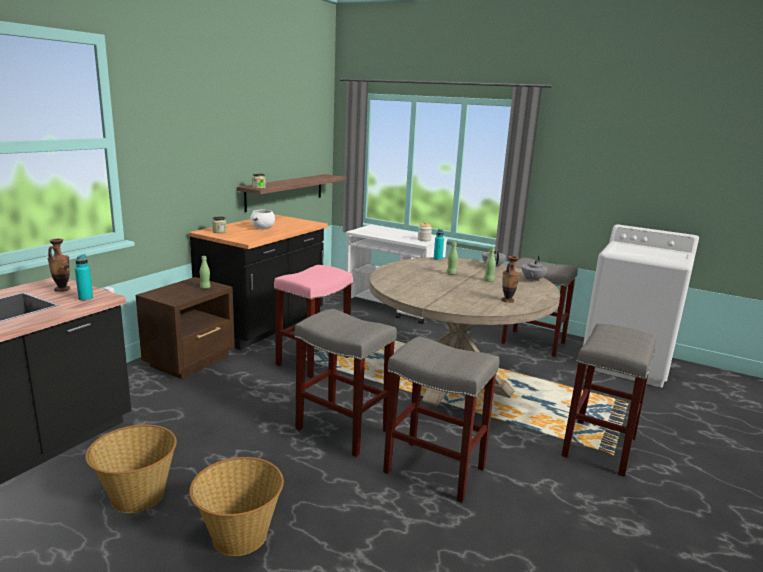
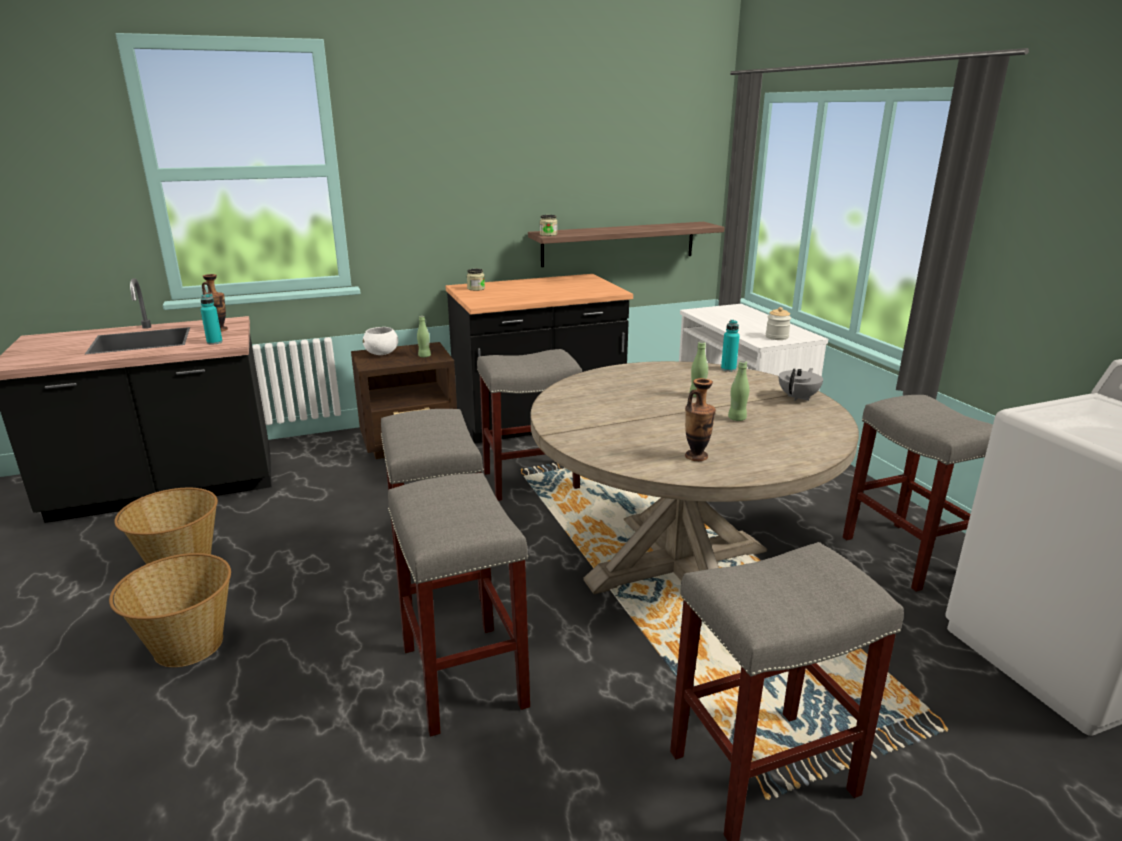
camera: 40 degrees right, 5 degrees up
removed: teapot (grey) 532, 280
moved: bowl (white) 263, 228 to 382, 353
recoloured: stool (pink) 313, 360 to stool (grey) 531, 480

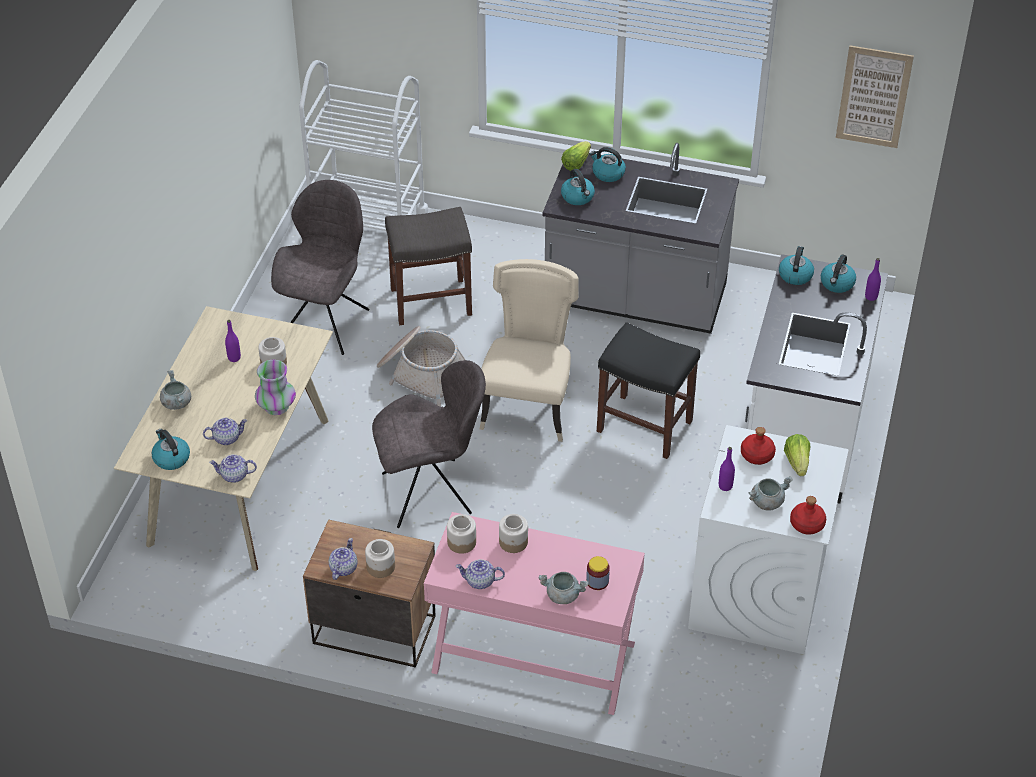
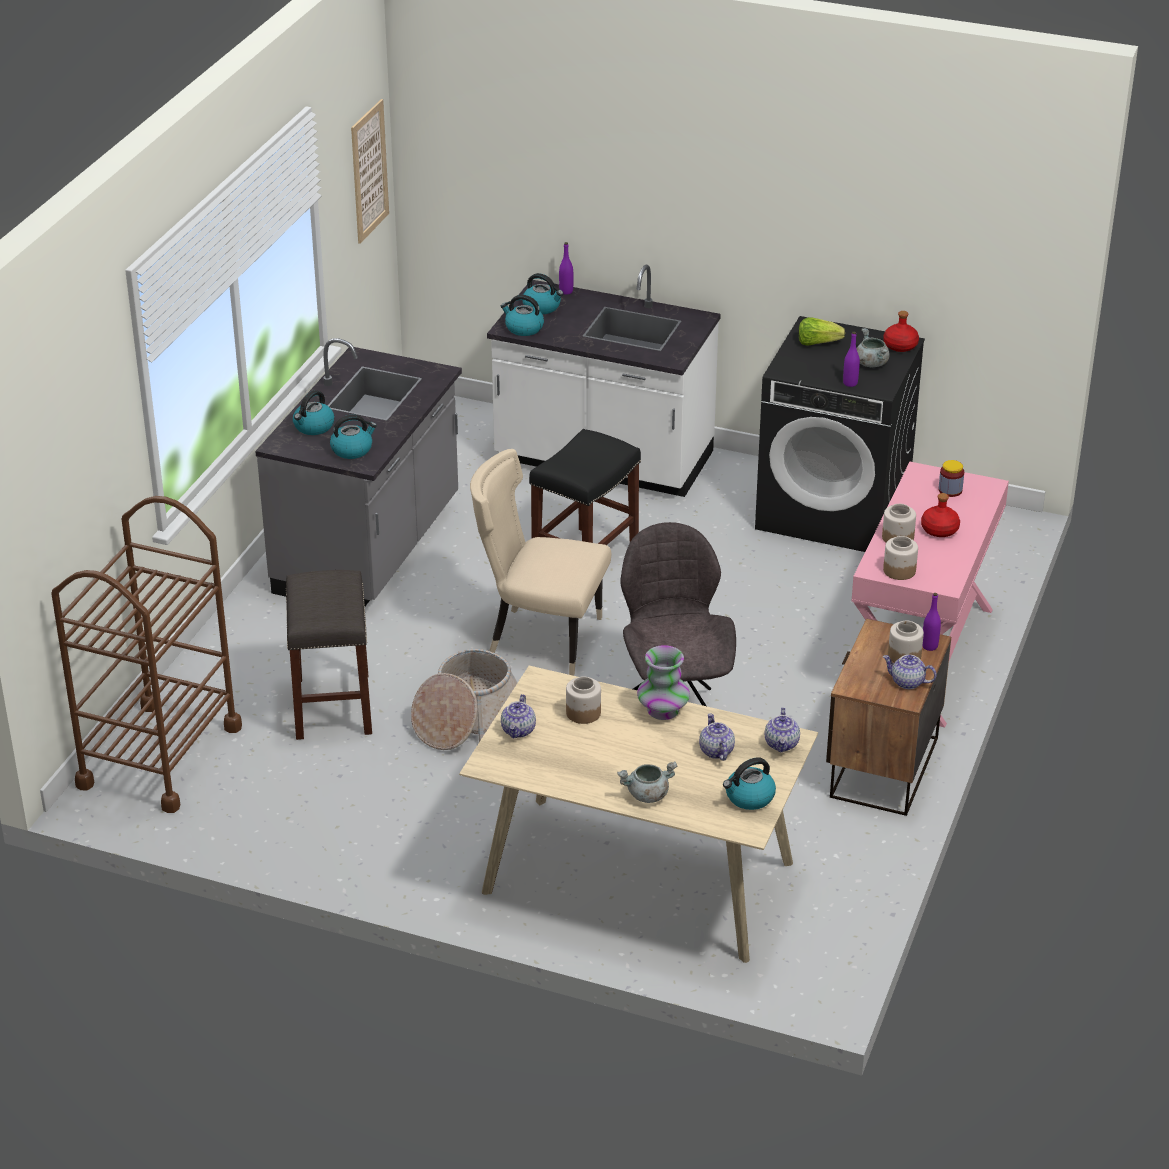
camera: 85 degrees left, 10 degrees down
removed: chair (grey) 326, 322; cooking pot (grey) 563, 595; lettuce 576, 163
moved: bottle (purple) 234, 358 to 929, 646; teapot 480, 581 to 519, 730; bottle (red) 756, 455 to 939, 530
recoloured: cart (white) 369, 226 to cart (brown) 159, 756; washing machine (white) 757, 595 to washing machine (black) 834, 510

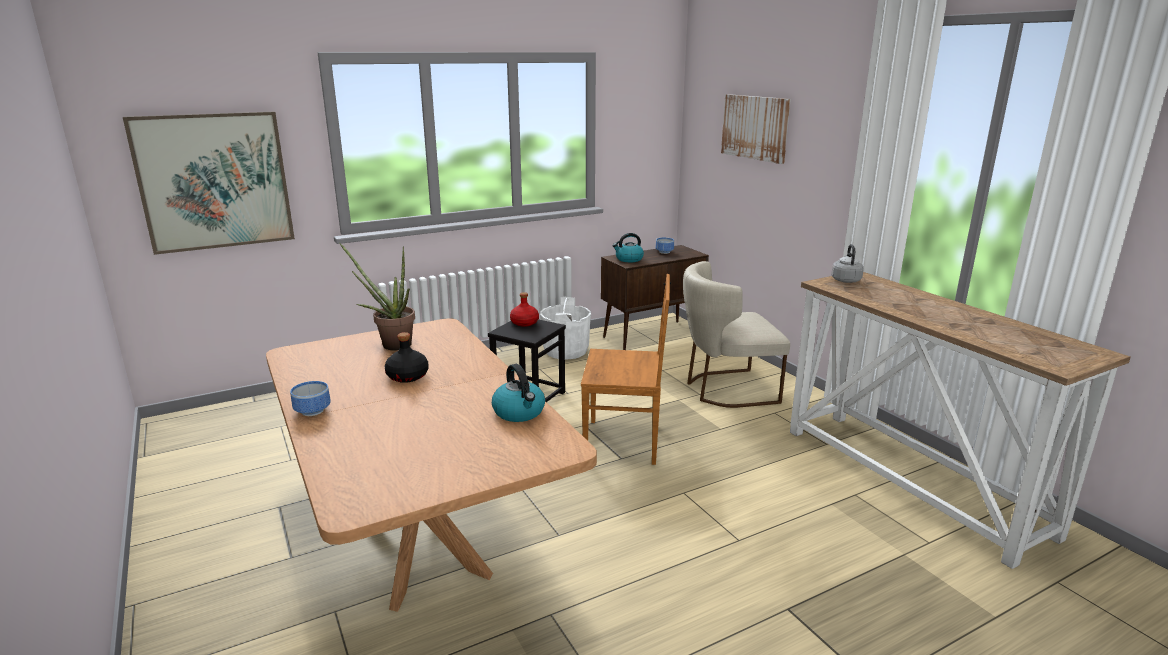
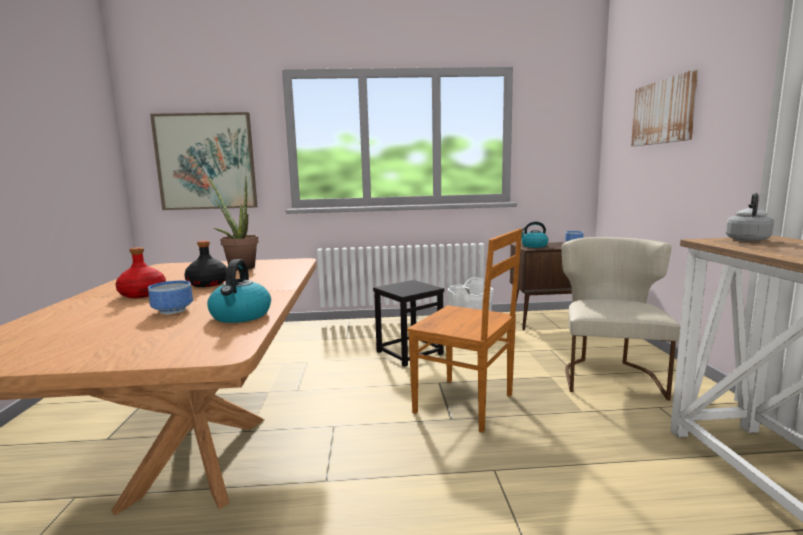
camera: 25 degrees right, 10 degrees down
moved: bowl 314, 410 to 174, 311; bottle (red) 524, 323 to 142, 294
turned: chair (beige) 725, 389 = 609, 375 90 degrees clockwise

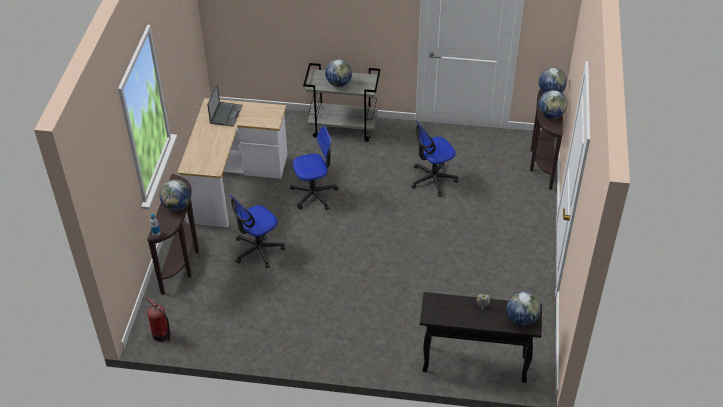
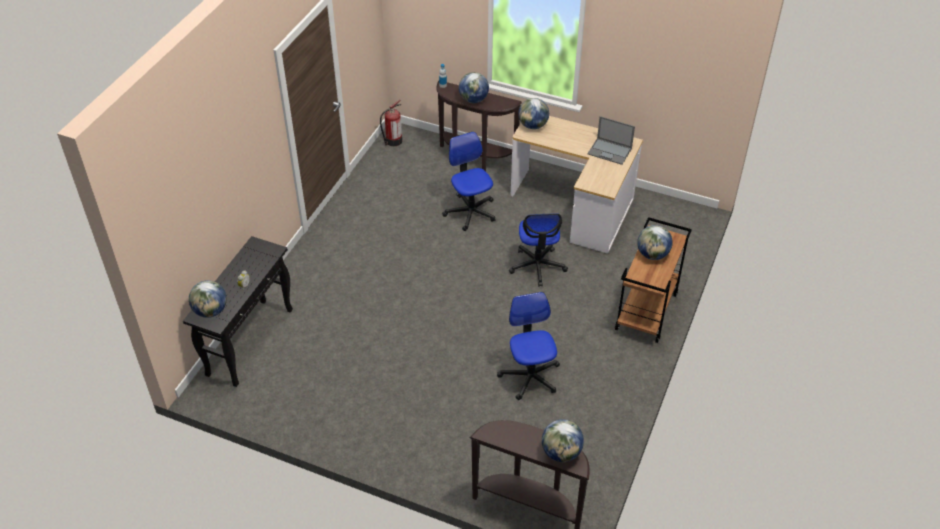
camera: 105 degrees right, 0 degrees up
moved: globe 551, 115 to 533, 126
recoloured: cart (grey) 344, 128 to cart (brown) 646, 312

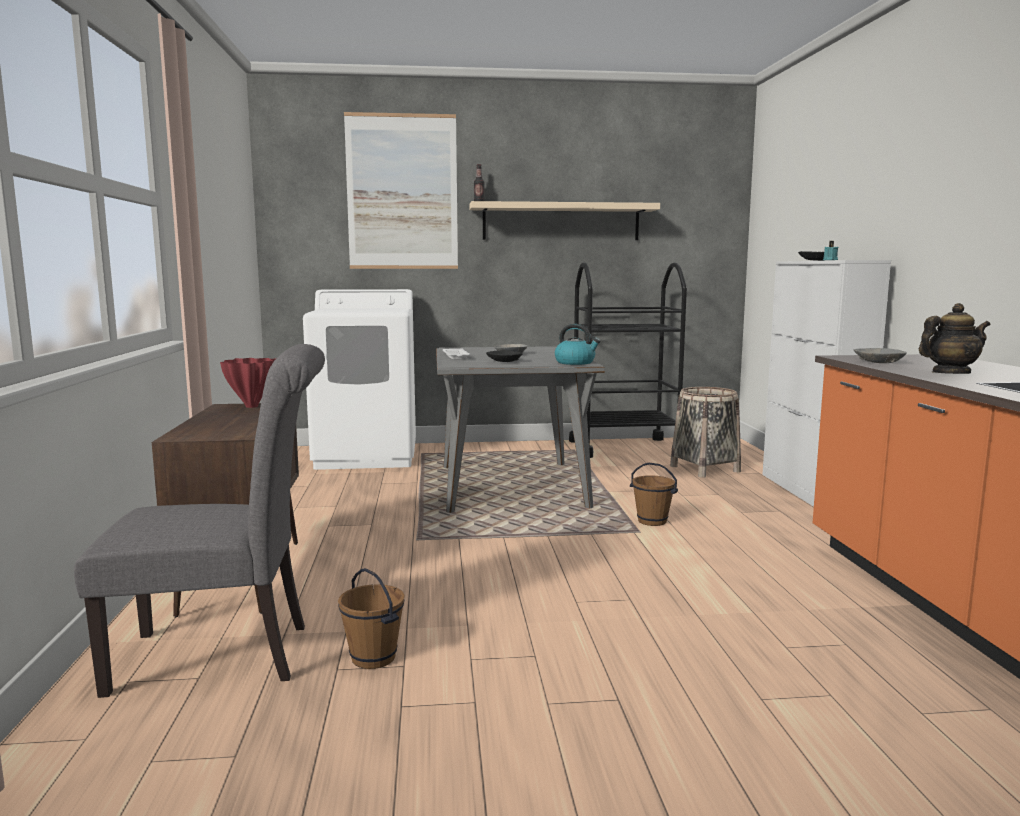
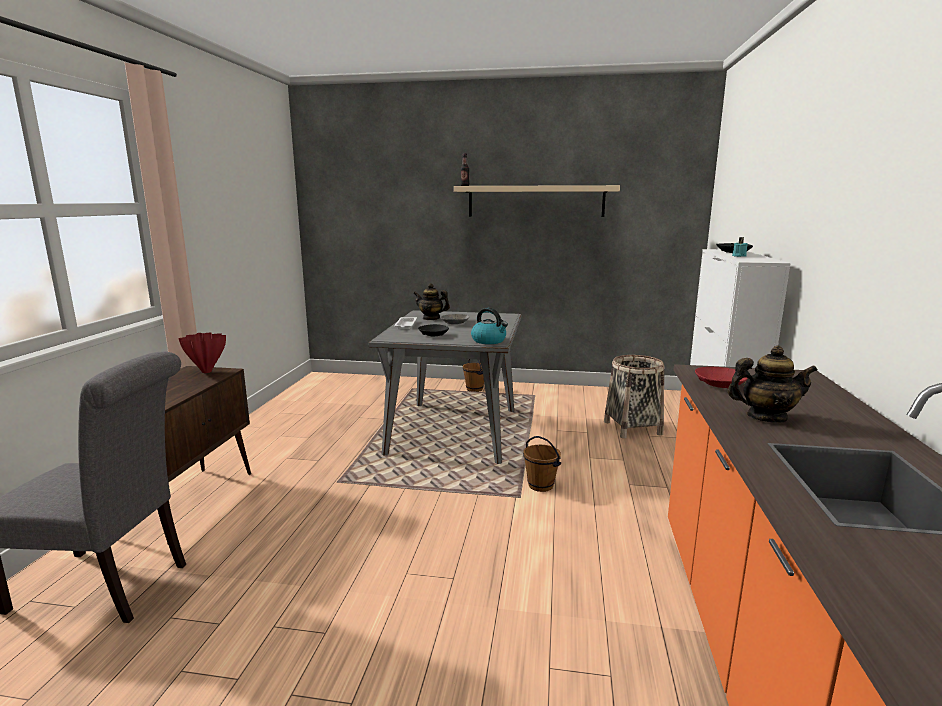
camera: 15 degrees right, 5 degrees up
removed: washing machine (white) 367, 456; picture 402, 192; cart (black) 624, 448
added: teapot 431, 318
moved: bucket (brown) 372, 658 to 474, 389
recoloured: bowl (grey) 878, 362 to bowl (red) 719, 385

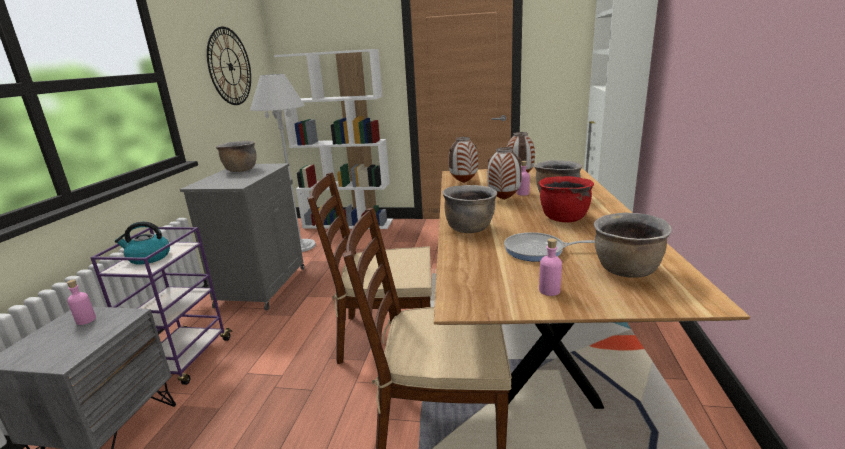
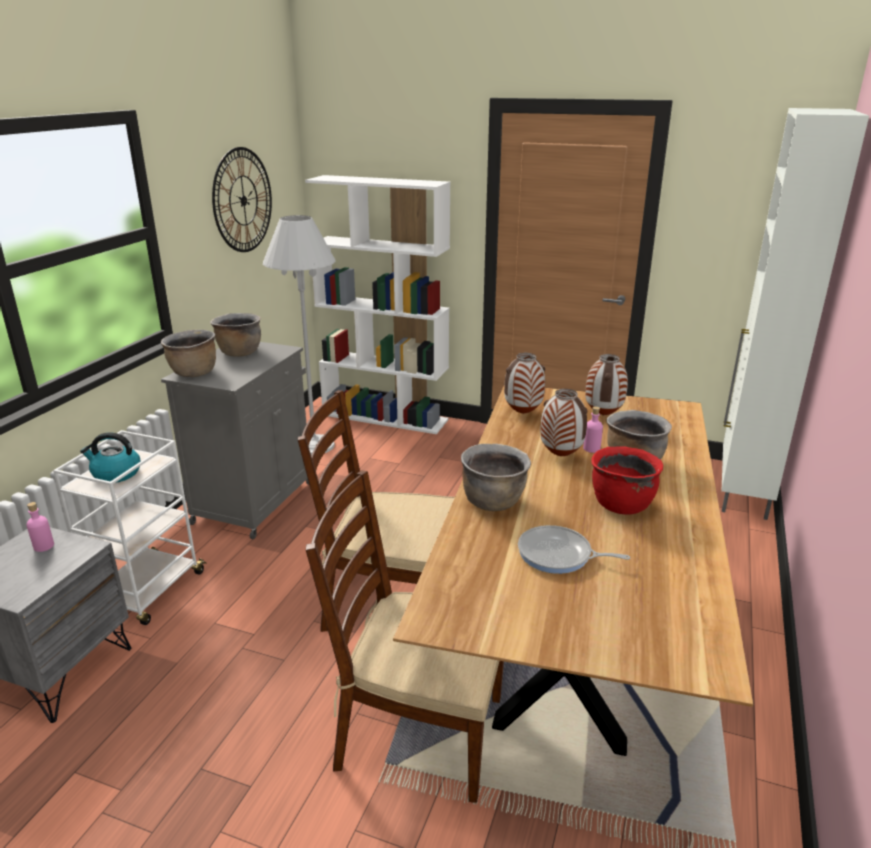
camera: 10 degrees right, 5 degrees up
removed: bottle (pink) 549, 290
moved: cooking pot (brown) 626, 271 to 193, 373
recoloured: cart (purple) 184, 360 to cart (white) 147, 592

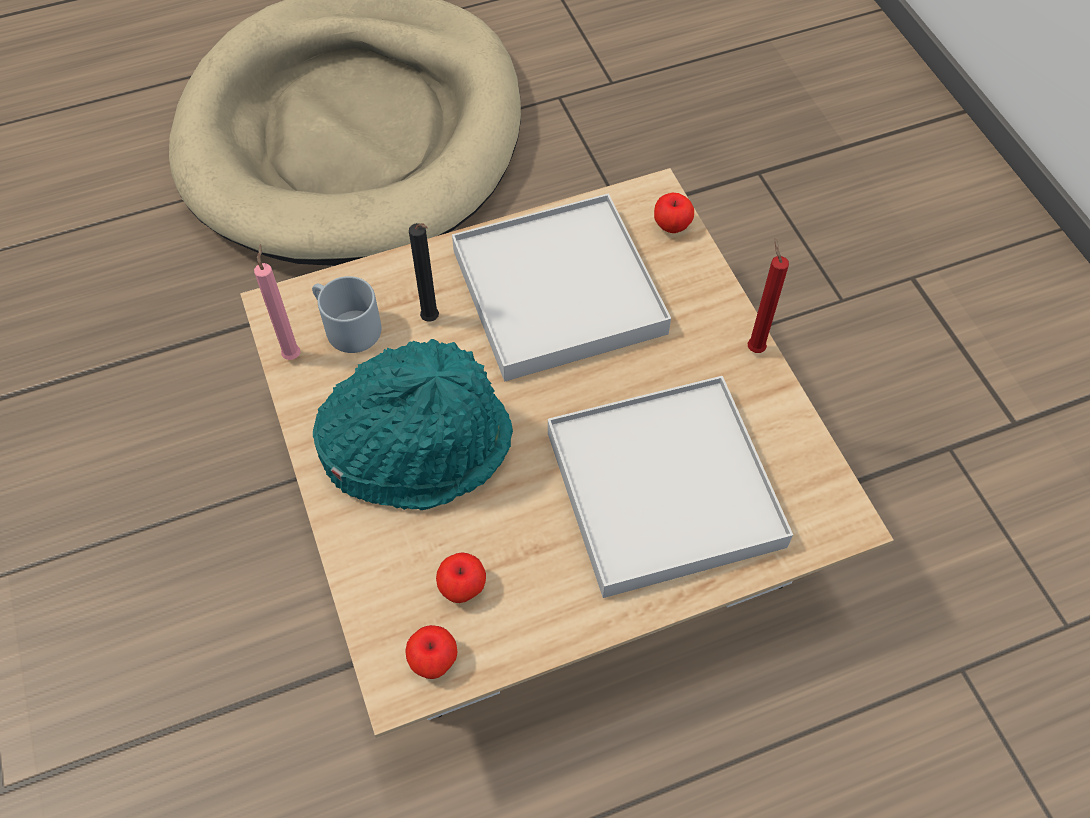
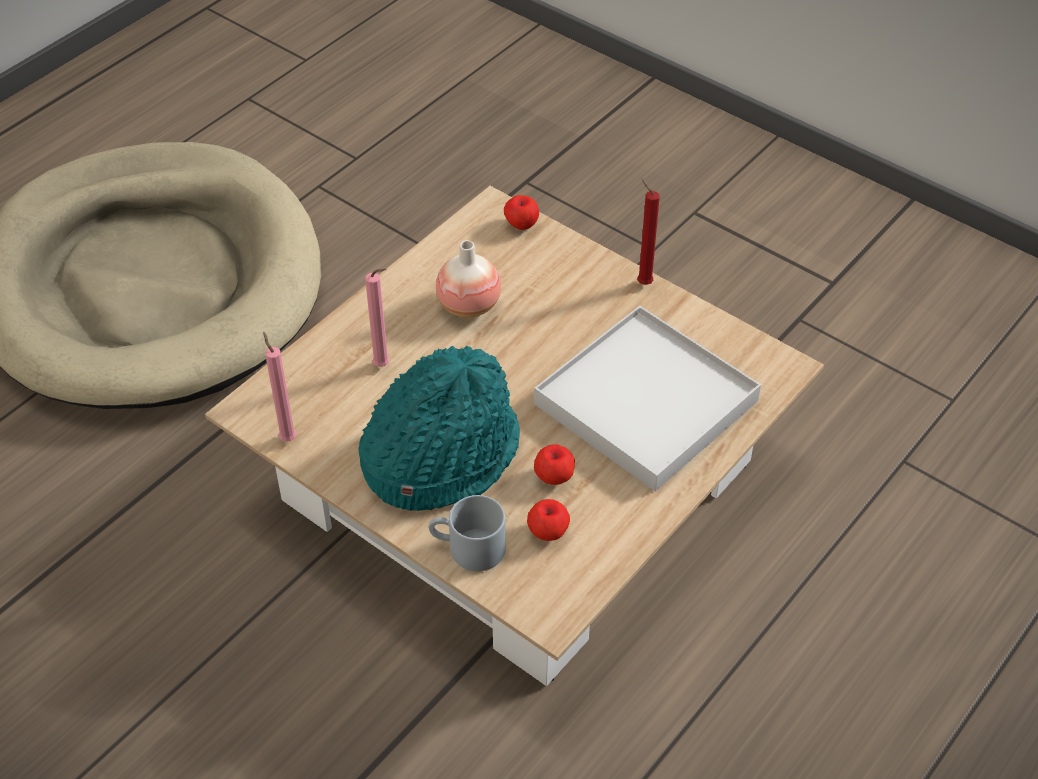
camera: 30 degrees left, 10 degrees down
moved: mug (grey) 345, 326 to 467, 549; apple 433, 660 to 554, 477
replaced: tray (white) 558, 292 to vase 469, 306
recoloured: candle (black) 432, 320 to candle (pink) 384, 366

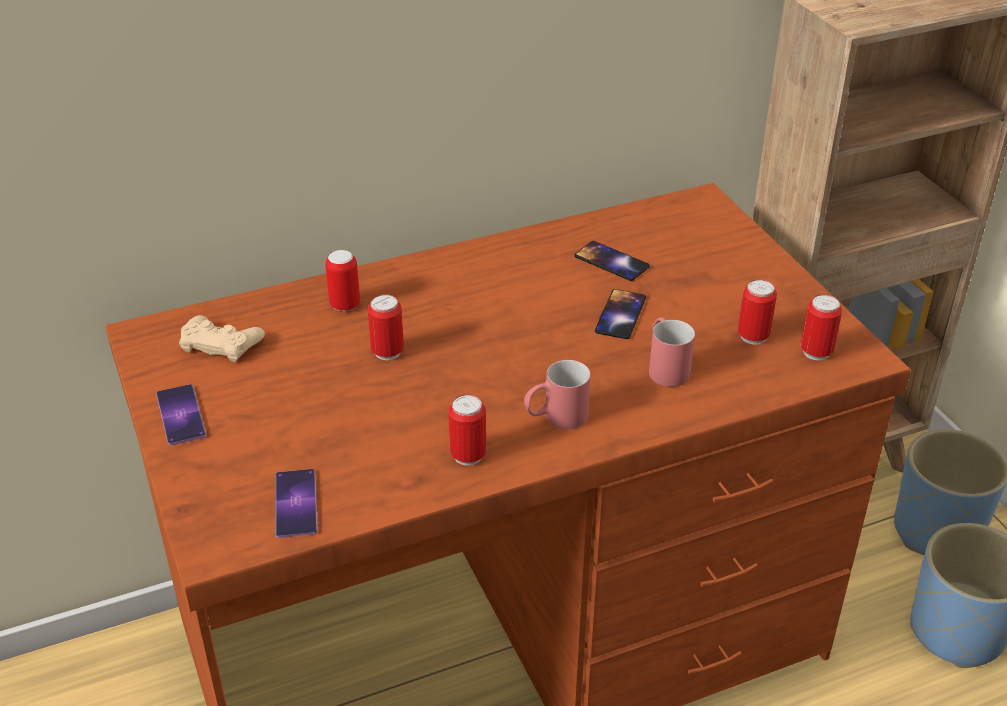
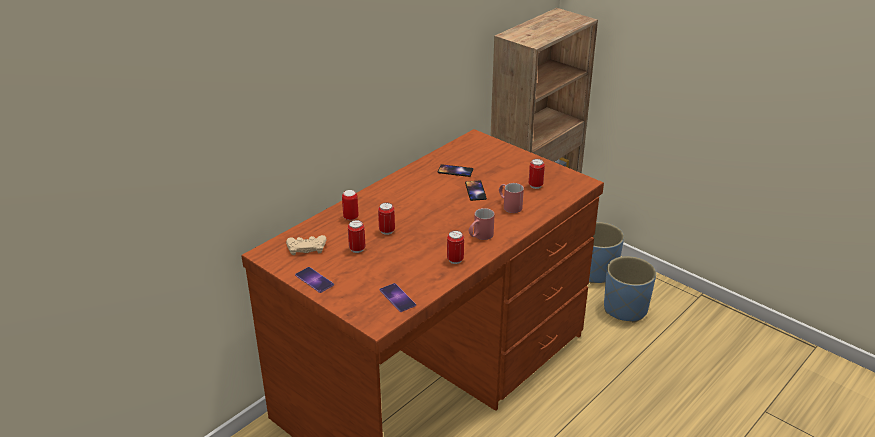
camera: 25 degrees left, 5 degrees down
moved: can 816, 352 to 357, 249

